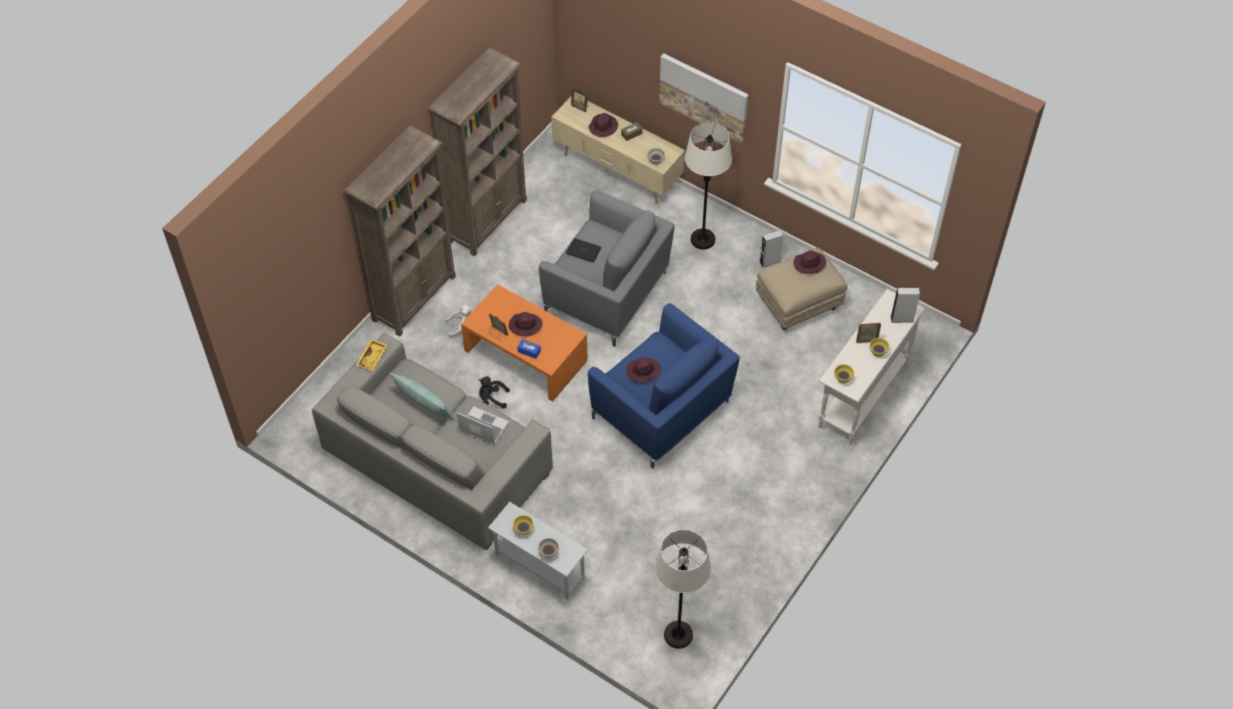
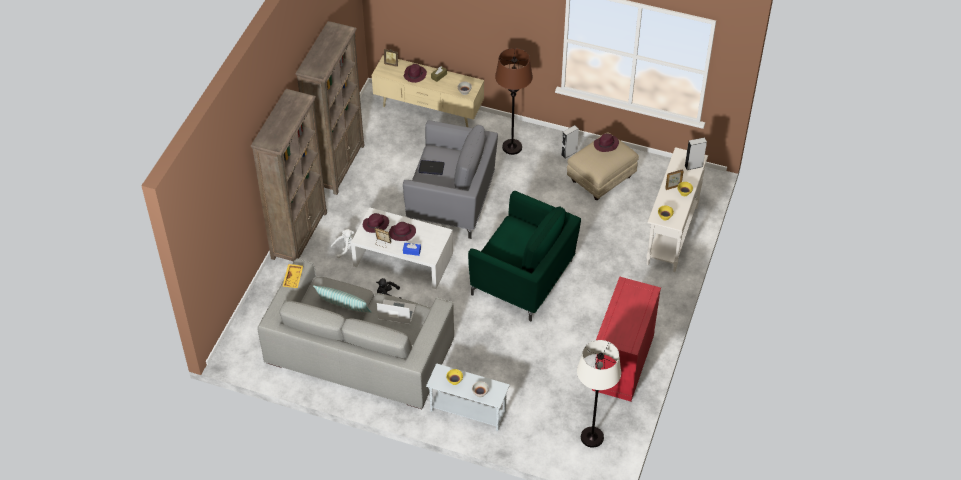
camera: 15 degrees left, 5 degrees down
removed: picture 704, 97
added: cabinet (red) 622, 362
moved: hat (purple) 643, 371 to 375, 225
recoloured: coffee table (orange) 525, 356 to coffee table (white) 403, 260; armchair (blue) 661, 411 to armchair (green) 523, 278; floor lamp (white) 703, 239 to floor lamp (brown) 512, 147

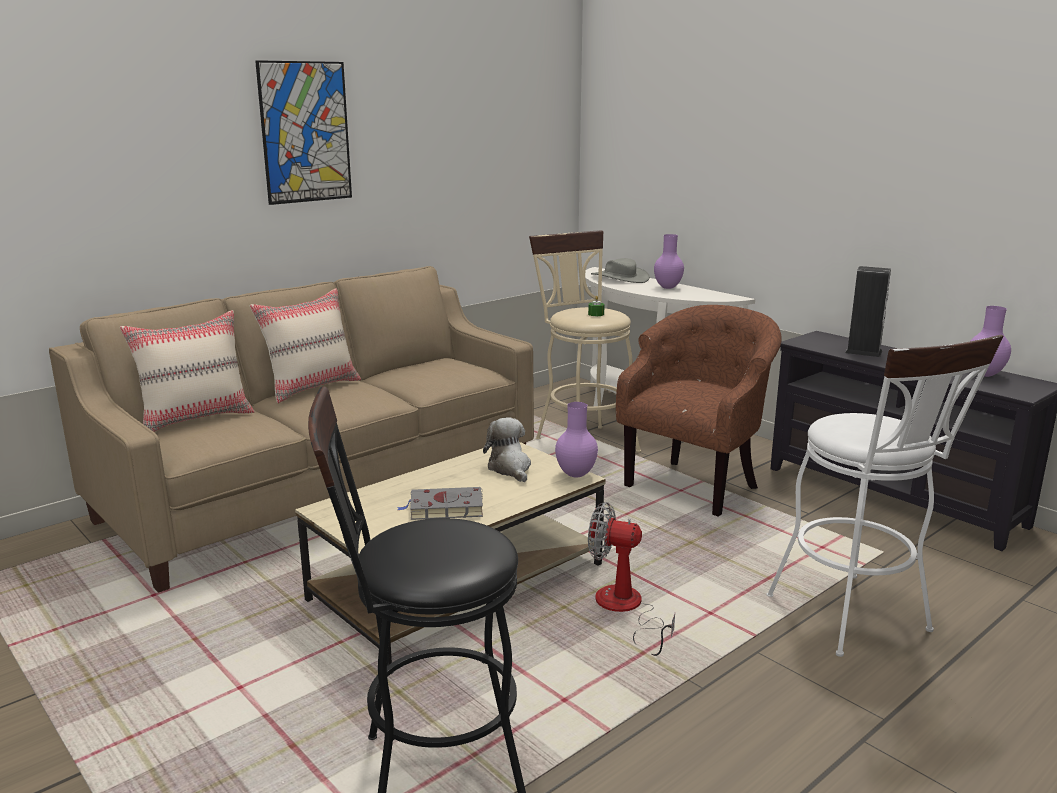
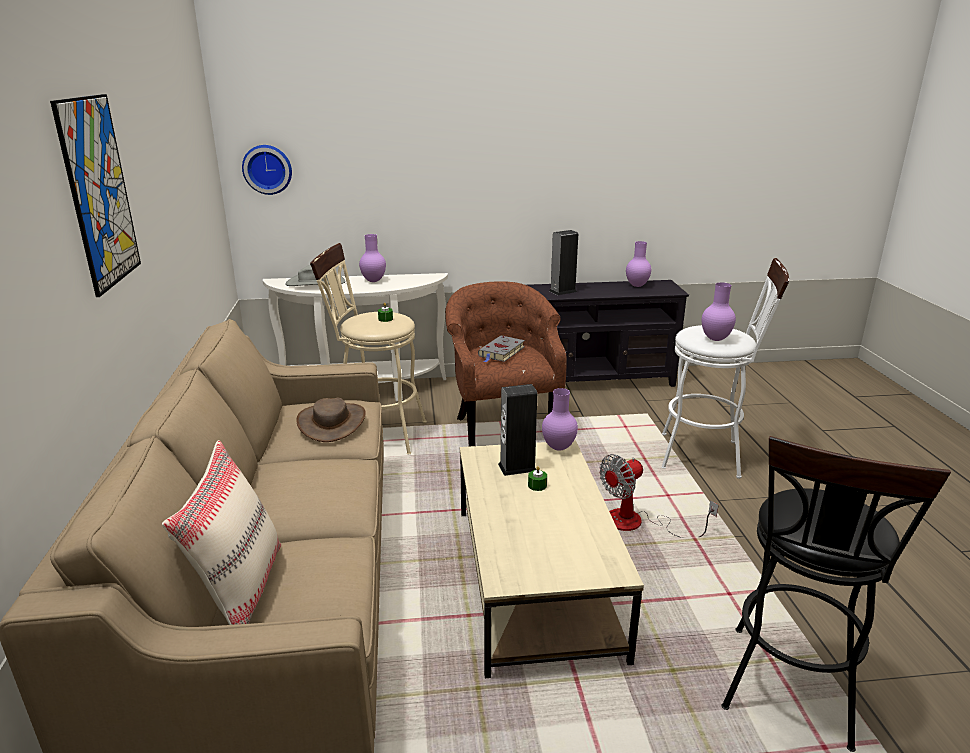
camera: 55 degrees left, 5 degrees up
removed: pillow (beige) 312, 387
added: wall clock 267, 169; hat (brown) 332, 422; candle (green) 537, 485; vase (purple) 715, 339
moved: book (grey) 444, 508 to 501, 352
replaced: plush toy 510, 468 to speaker 517, 467

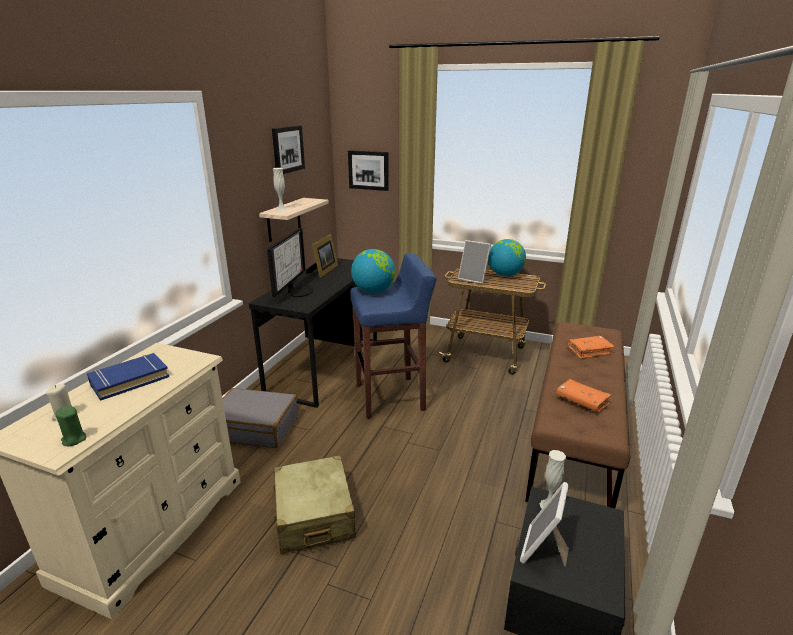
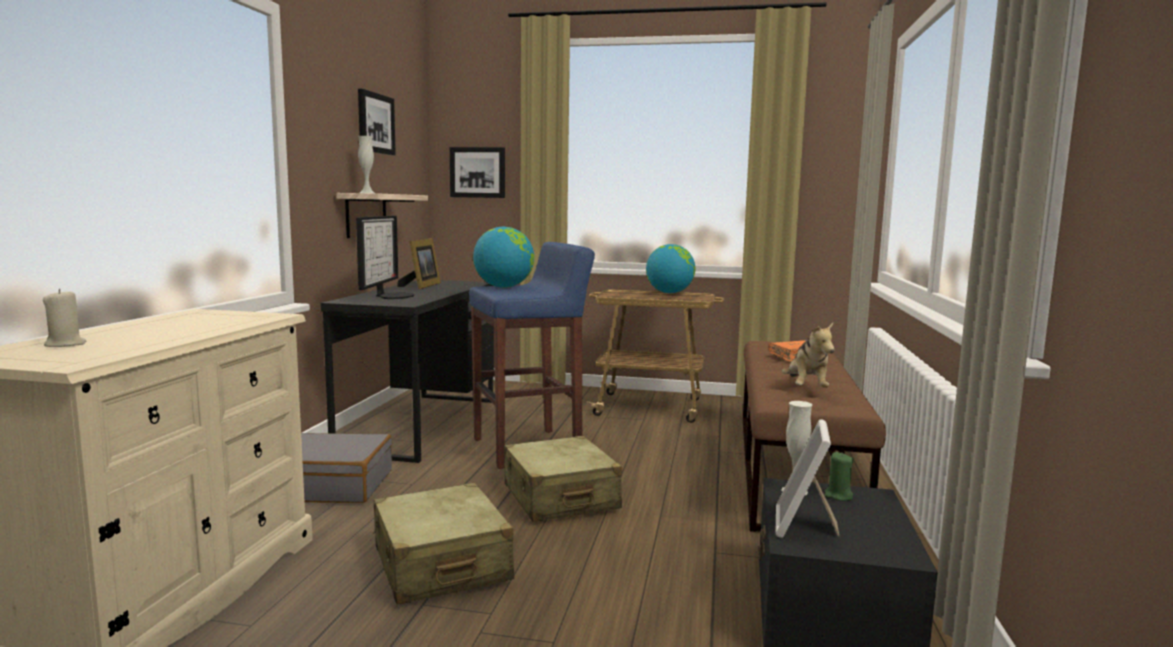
camera: 10 degrees left, 15 degrees down
removed: book (blue) 129, 380; picture frame 474, 279
added: suitcase (beige) 560, 497
moved: candle (green) 74, 439 to 838, 496
replaced: book (orange) 582, 401 to plush toy 806, 388

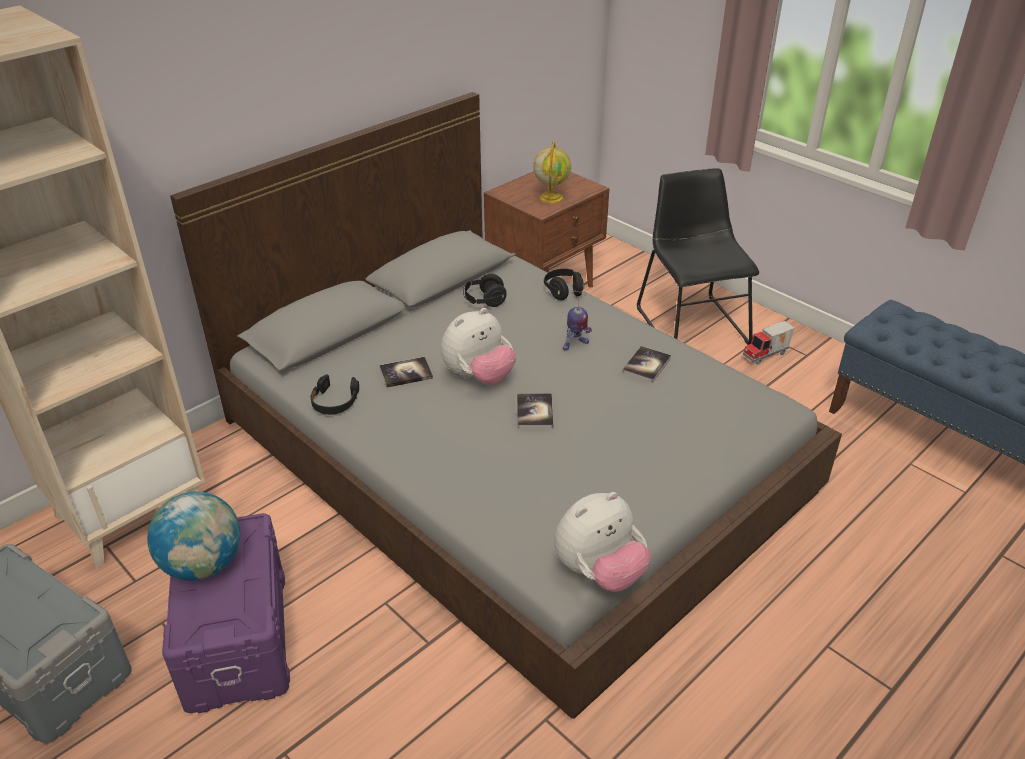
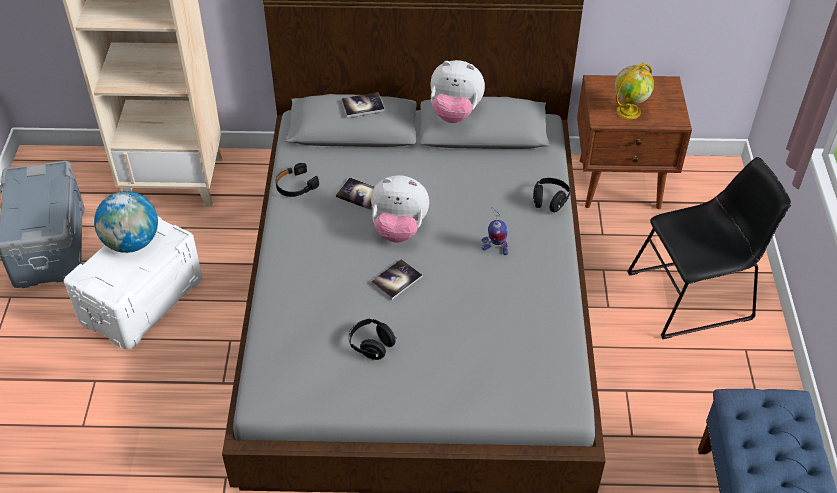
camera: 45 degrees right, 10 degrees up
removed: toy truck 766, 355
moved: headphones (black) 484, 301 to 371, 345; plush toy 599, 572 to 455, 113; book 646, 365 to 362, 106
recoloured: storage box (purple) 239, 637 to storage box (white) 142, 300
turned: chair (black) 690, 323 = 695, 295 45 degrees clockwise

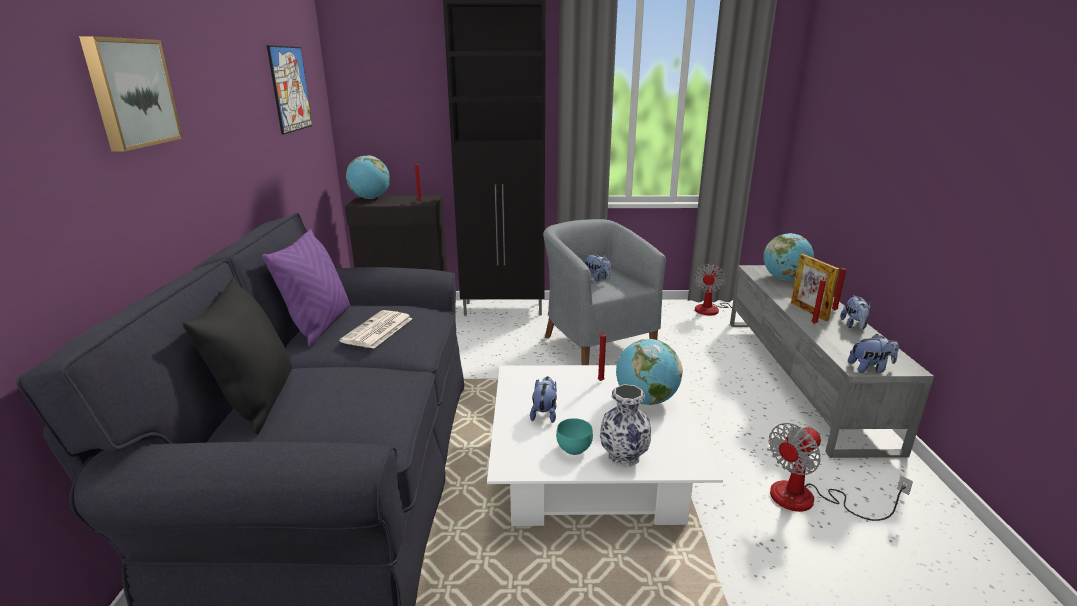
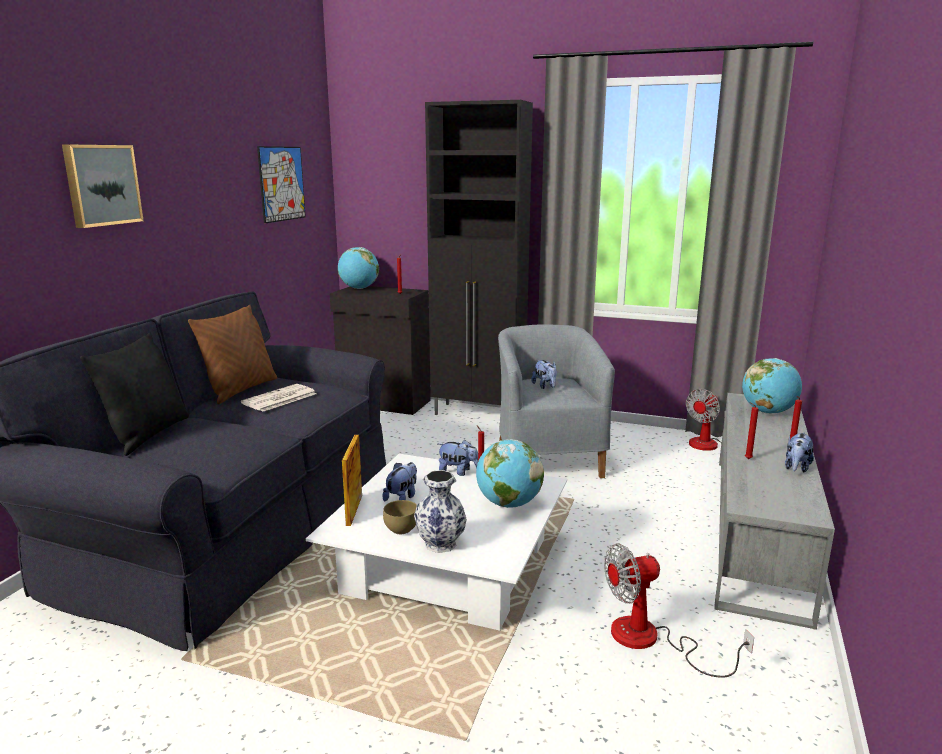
camera: 20 degrees right, 5 degrees down
moved: picture frame 809, 311 to 354, 510; plush toy 870, 368 to 458, 472
recoloured: pillow (purple) 320, 325 to pillow (brown) 240, 390; bowl (turquoise) 575, 449 to bowl (brown) 402, 530

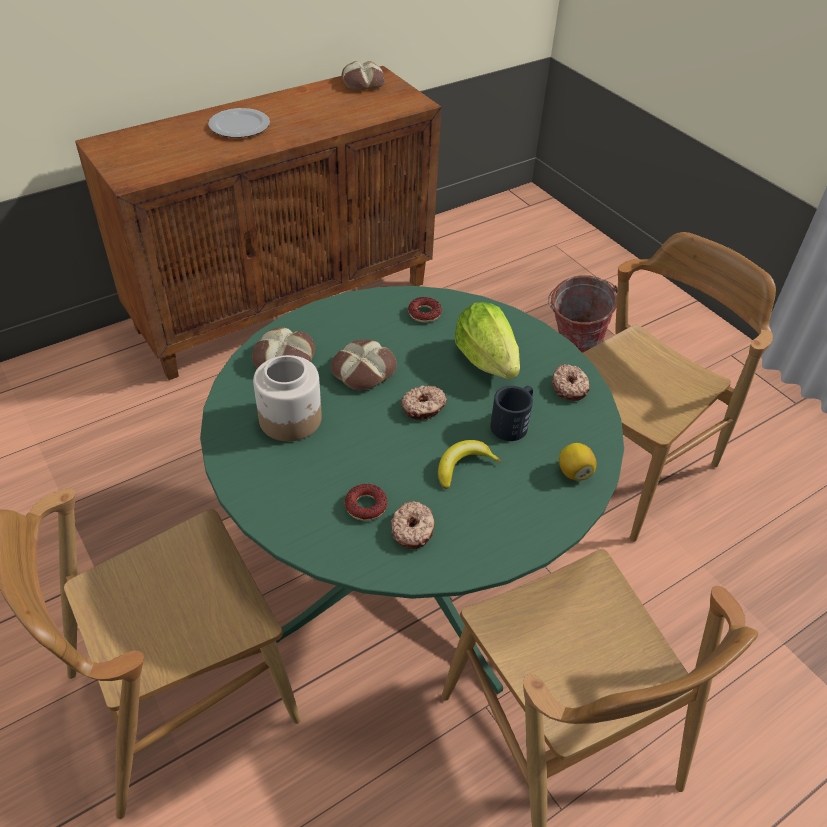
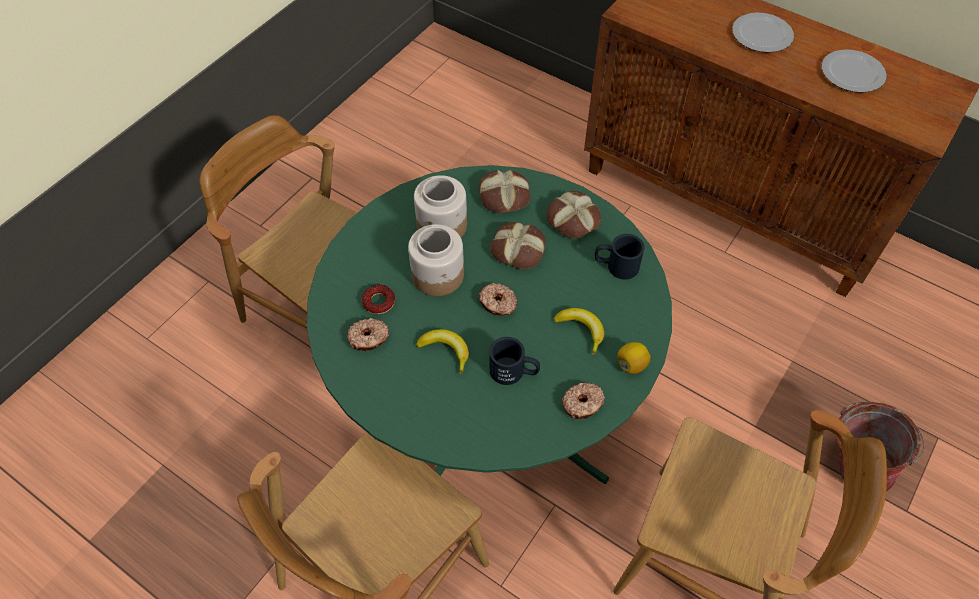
camera: 70 degrees right, 10 degrees up
added: jar 438, 275; plate 853, 74
moved: bread 363, 83 to 572, 220; lemon 574, 472 to 631, 364
replaced: donut 424, 313 to mug (black) 616, 265; lettuce 486, 360 to banana 581, 330

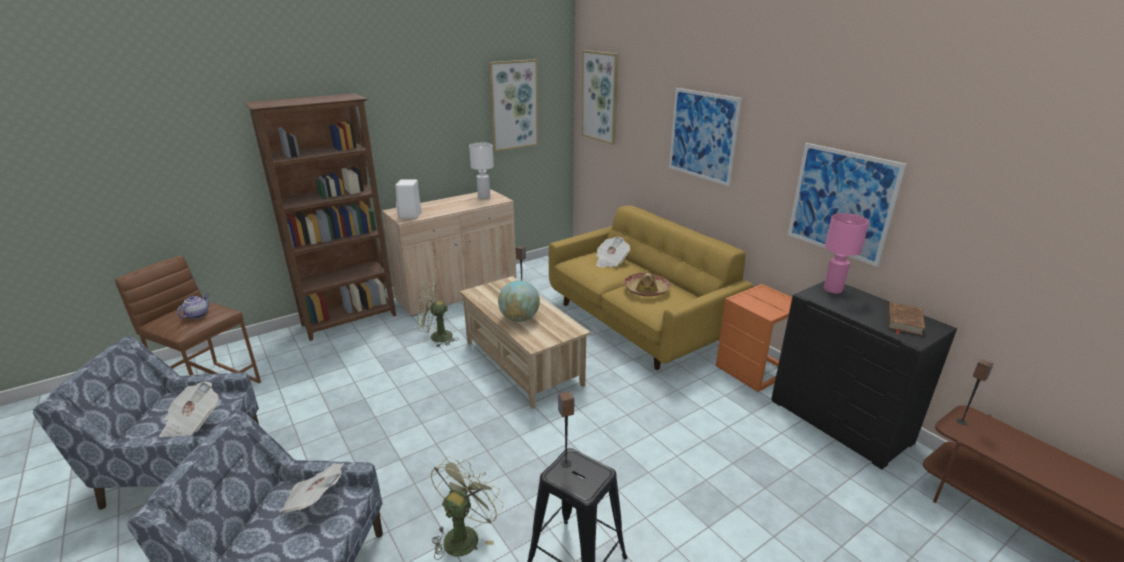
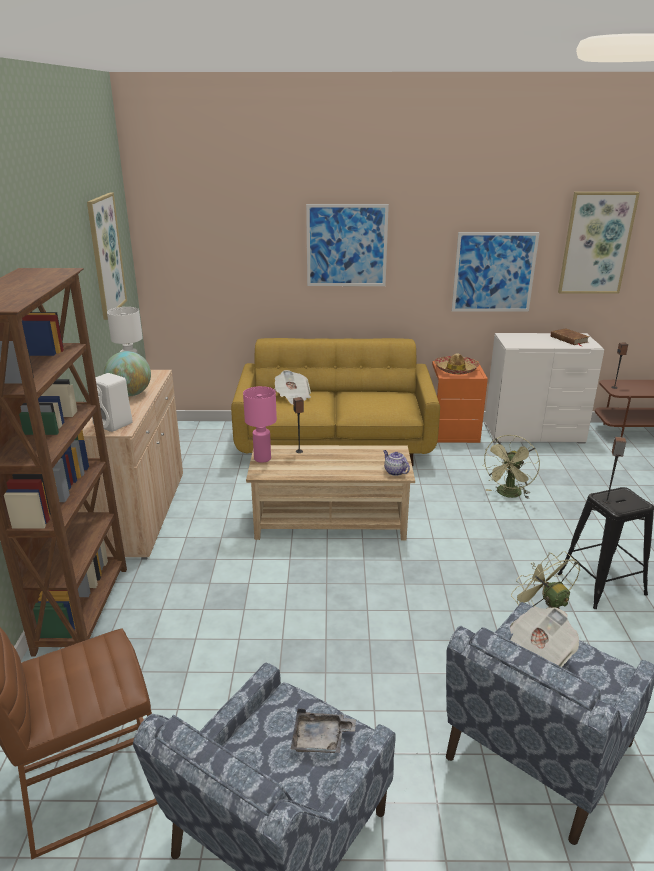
camera: 55 degrees left, 0 degrees up
moved: teapot 197, 315 to 394, 472; fan (green) 436, 337 to 508, 495; globe 519, 319 to 130, 394; picture 600, 97 to 596, 243; hat 646, 290 to 456, 370; table lamp (pink) 833, 289 to 262, 458
replaced: newspaper 192, 424 to tray (grey) 321, 739
recoloured: dresser (black) 840, 421 to dresser (white) 533, 433

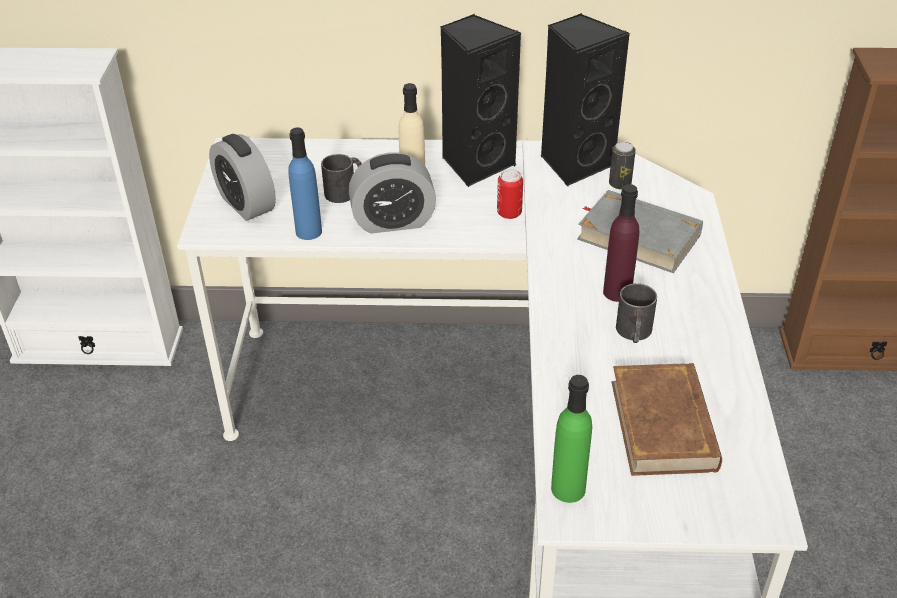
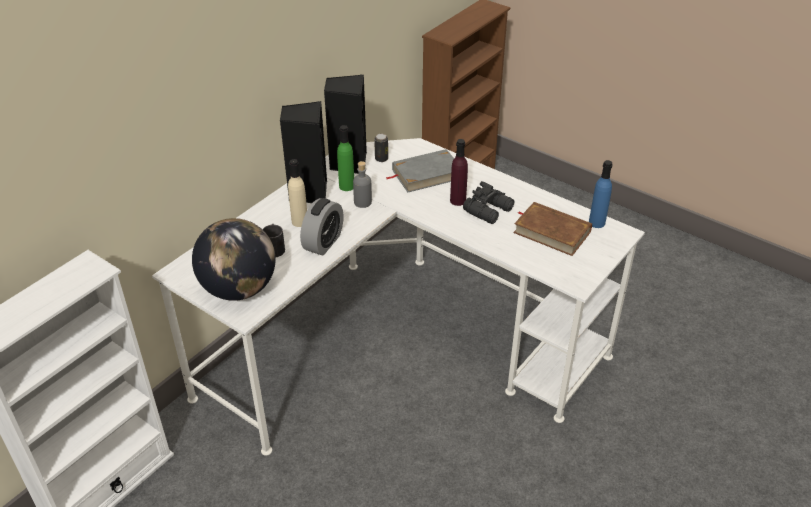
camera: 55 degrees left, 0 degrees up
moved: bottle (blue) 309, 232 to 596, 222; bottle (green) 568, 489 to 346, 186
replaced: alarm clock 246, 204 to globe 239, 289; can 509, 213 to bottle (grey) 362, 202; mug (black) 634, 333 to binoculars (black) 489, 210

